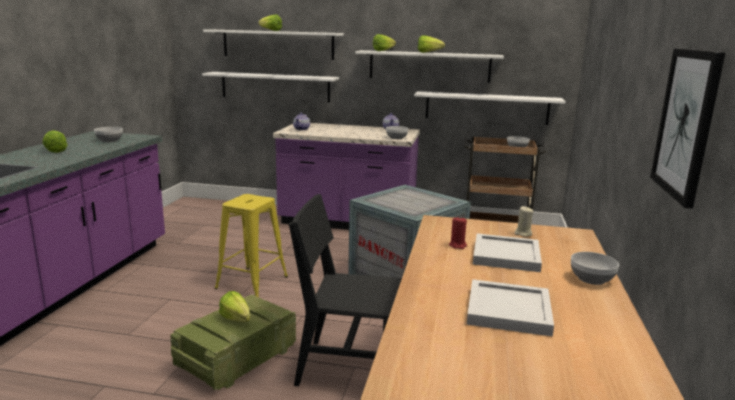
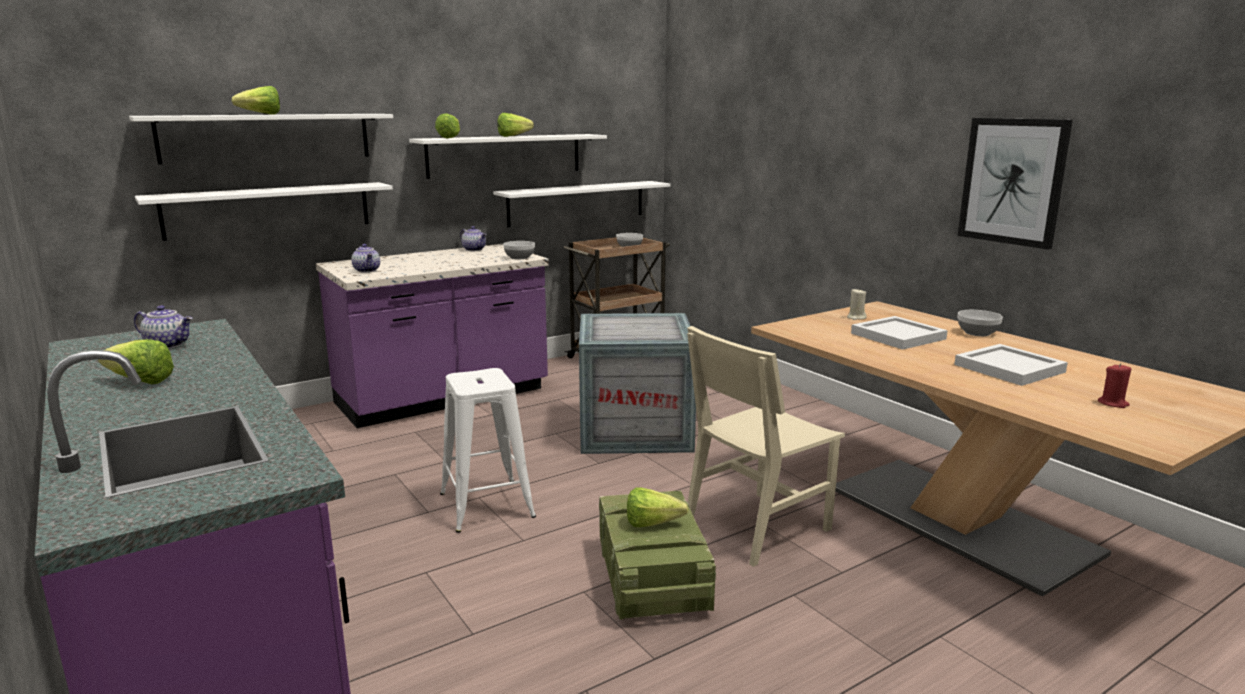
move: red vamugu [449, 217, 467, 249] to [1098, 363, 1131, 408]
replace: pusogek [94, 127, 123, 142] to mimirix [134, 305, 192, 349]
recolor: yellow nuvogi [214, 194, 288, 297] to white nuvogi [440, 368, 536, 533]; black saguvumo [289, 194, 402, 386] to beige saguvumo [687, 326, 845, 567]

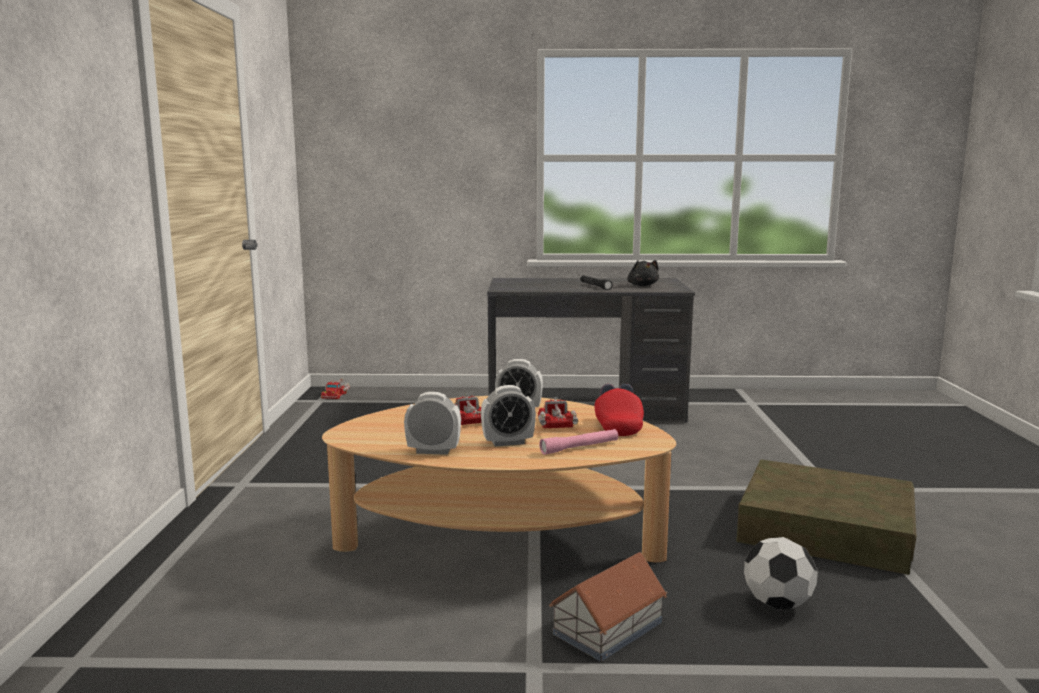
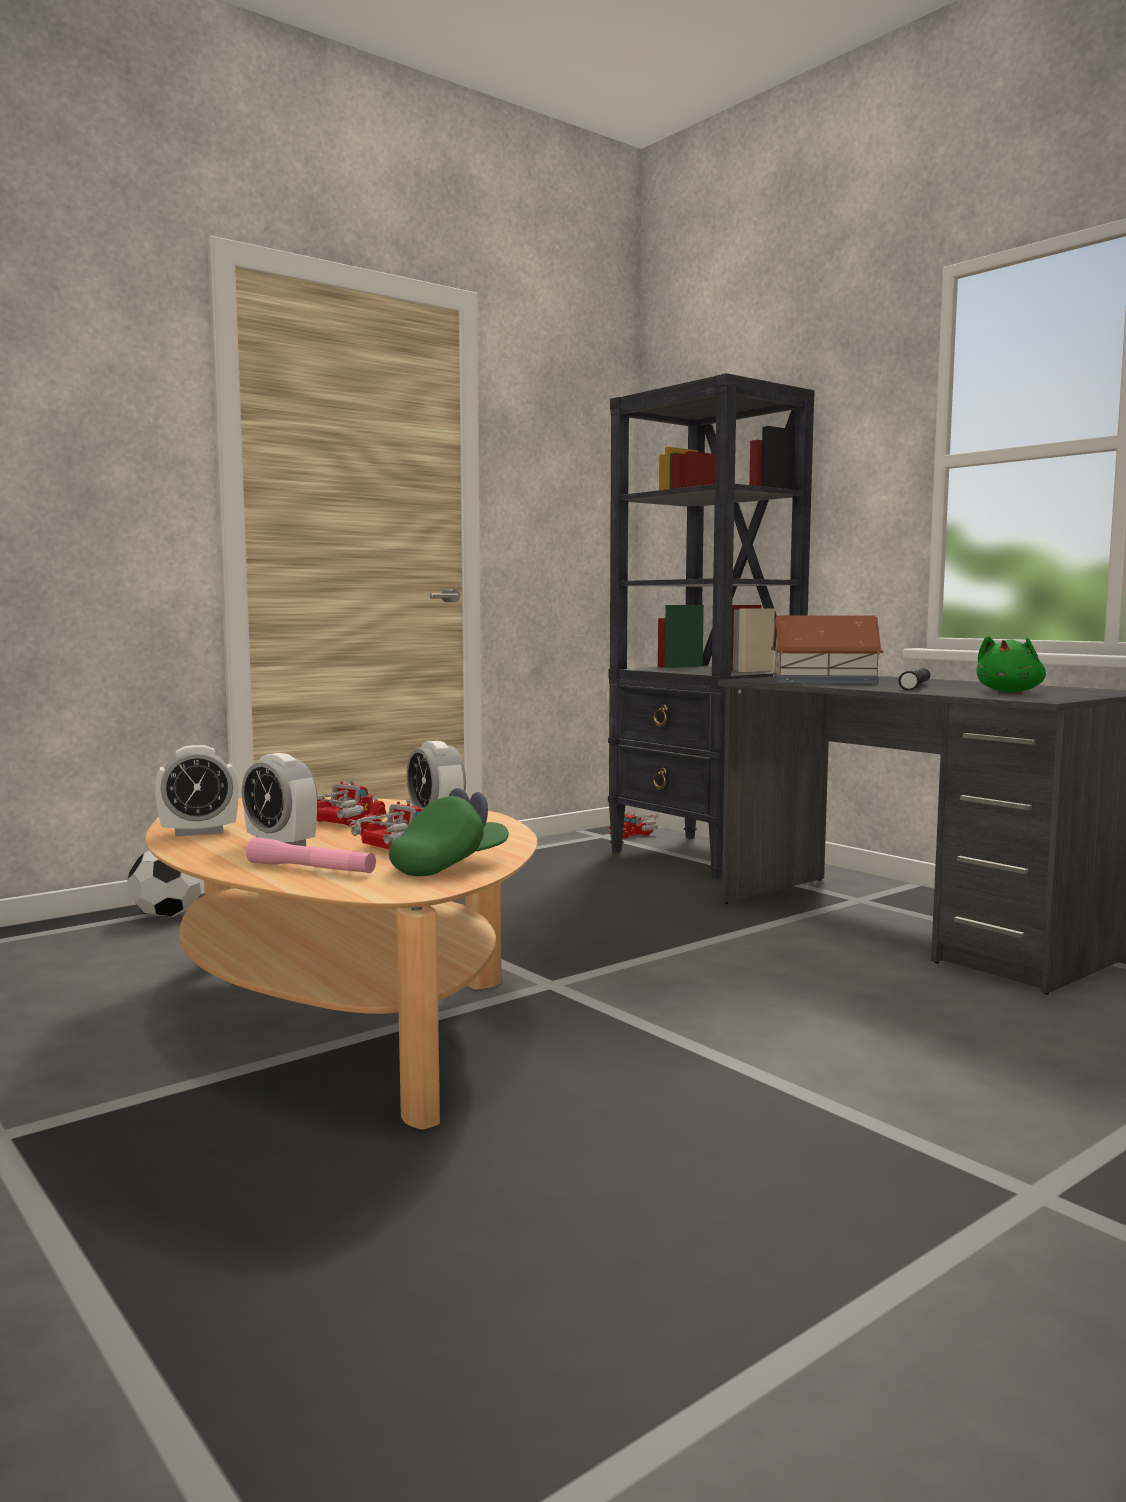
delete: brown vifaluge [736, 459, 917, 575]
insert: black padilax [608, 373, 815, 879]
move: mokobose [744, 537, 818, 609] to [127, 850, 203, 917]; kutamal [549, 552, 667, 662] to [771, 615, 883, 684]
recolor: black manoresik [627, 260, 659, 286] to green manoresik [976, 636, 1046, 692]; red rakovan [595, 384, 644, 436] to green rakovan [389, 788, 509, 876]
rotate: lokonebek [404, 392, 461, 455] = [155, 745, 239, 837] 105 degrees clockwise

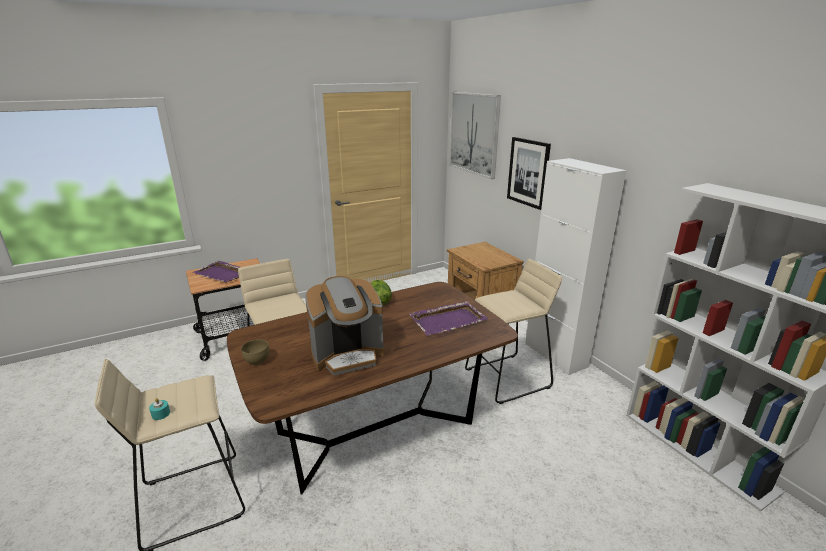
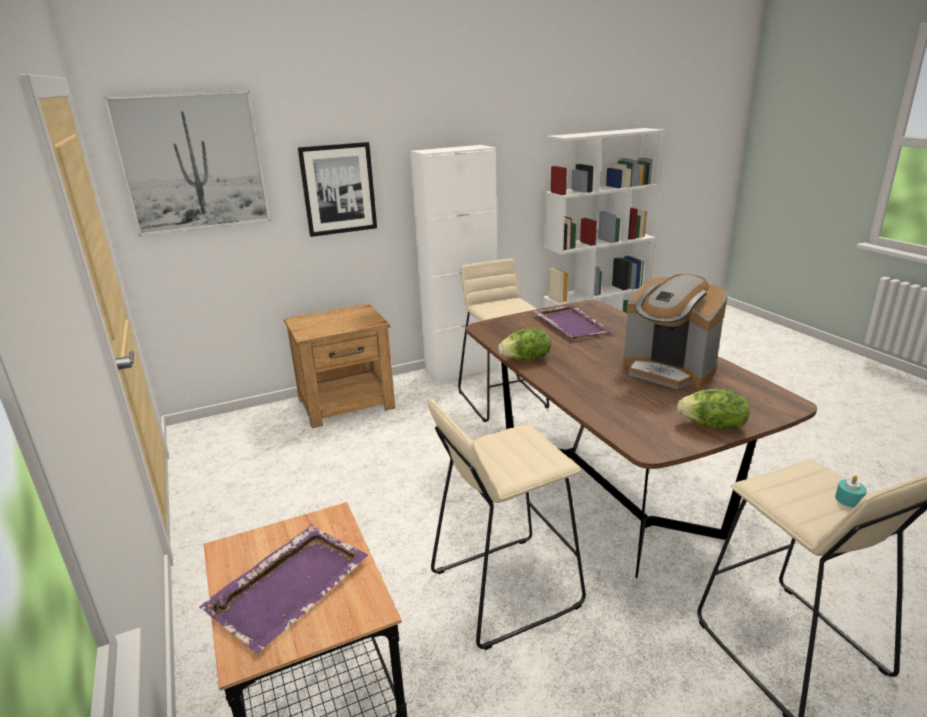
replace: brown pusogek [241, 339, 269, 365] to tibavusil [677, 389, 750, 429]
rotate: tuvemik [305, 276, 384, 375] = [622, 274, 727, 389] 150 degrees clockwise

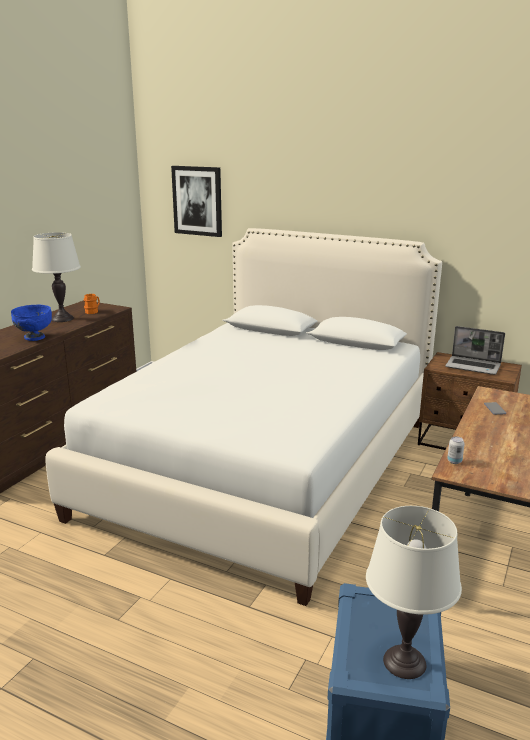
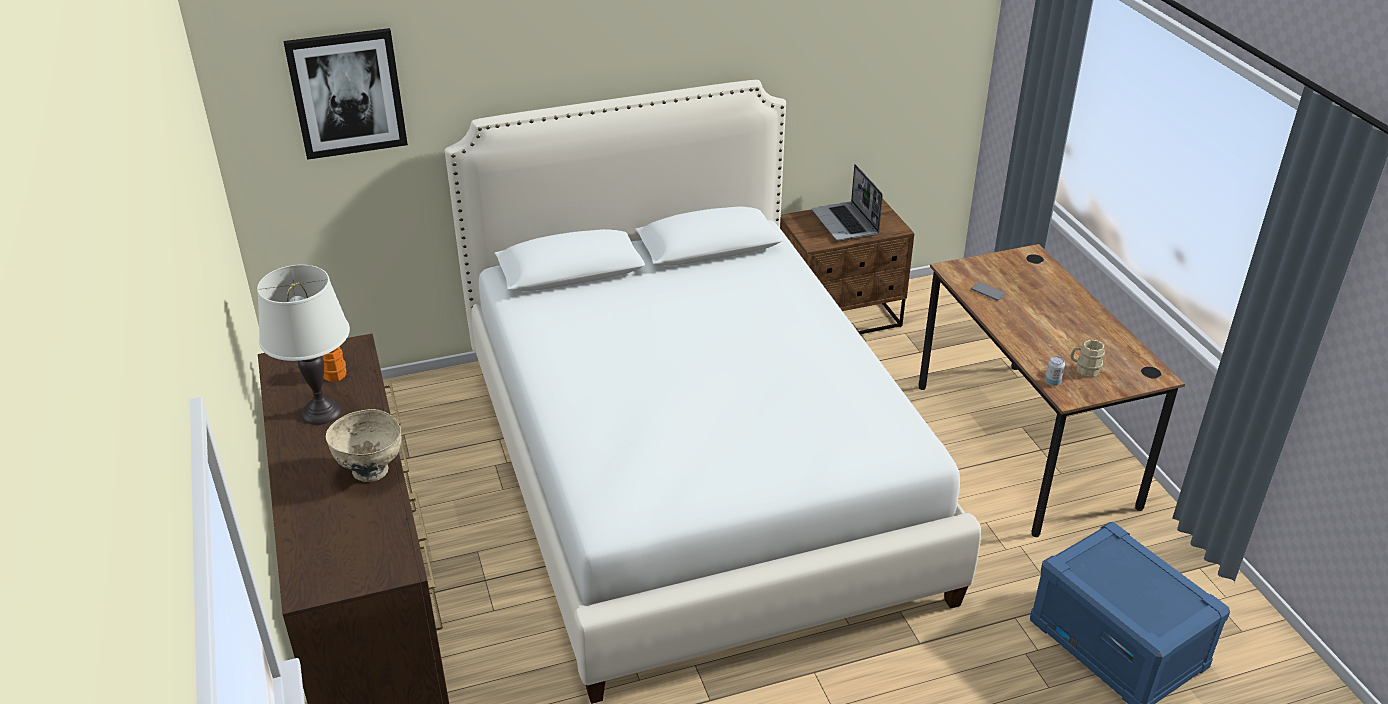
delete: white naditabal [366, 506, 462, 679]
insert: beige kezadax [1071, 340, 1105, 377]
recolor: blue pusogek [11, 305, 52, 341] to beige pusogek [326, 409, 402, 482]
rotate: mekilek [445, 326, 505, 375] = [812, 164, 883, 241] 90 degrees clockwise

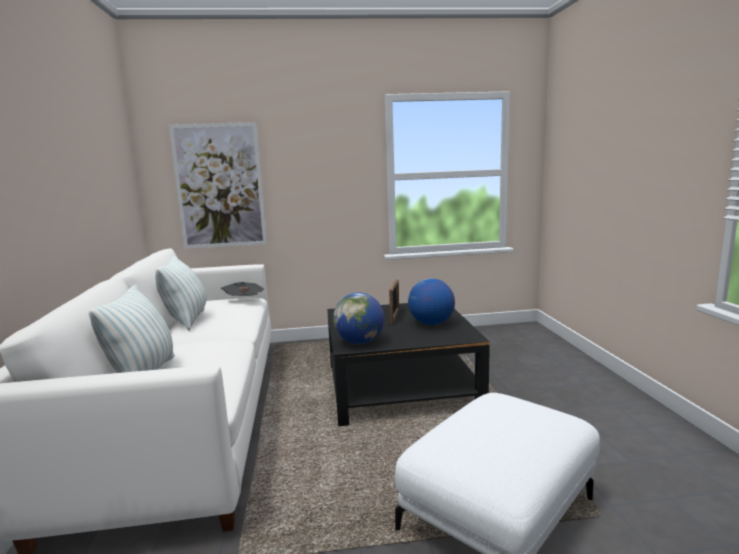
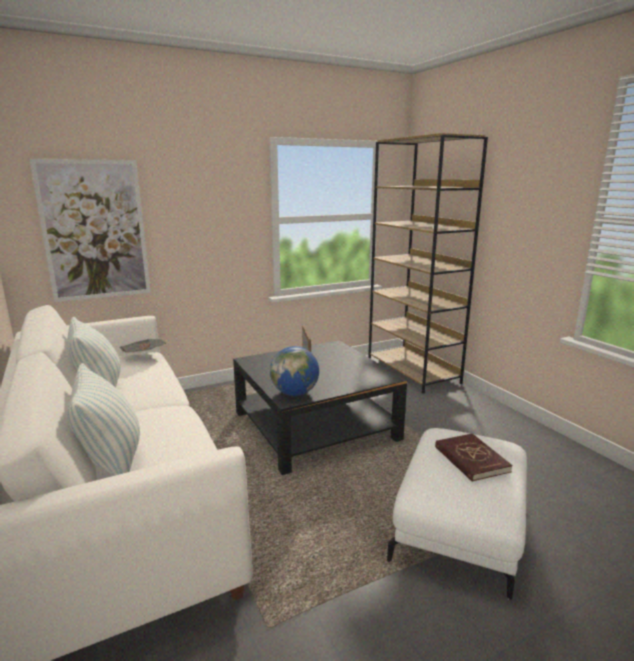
delete: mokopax [408, 278, 455, 325]
insert: brown padilax [368, 133, 488, 394]; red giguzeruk [435, 434, 513, 482]

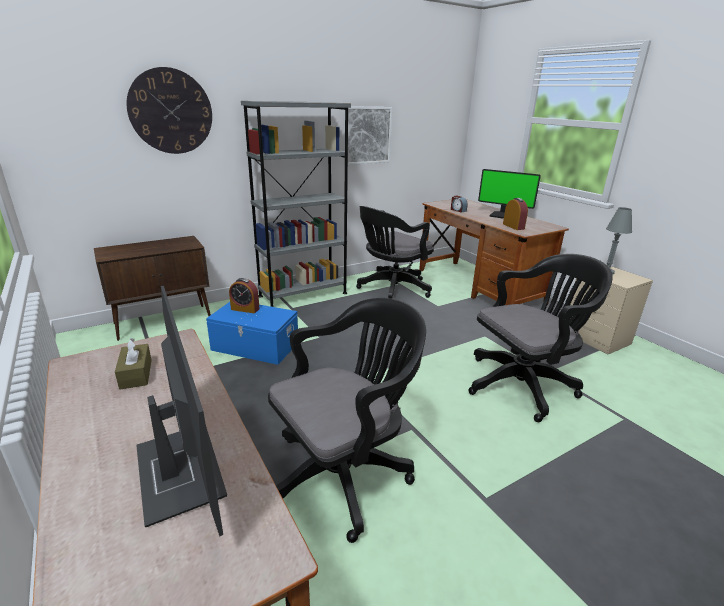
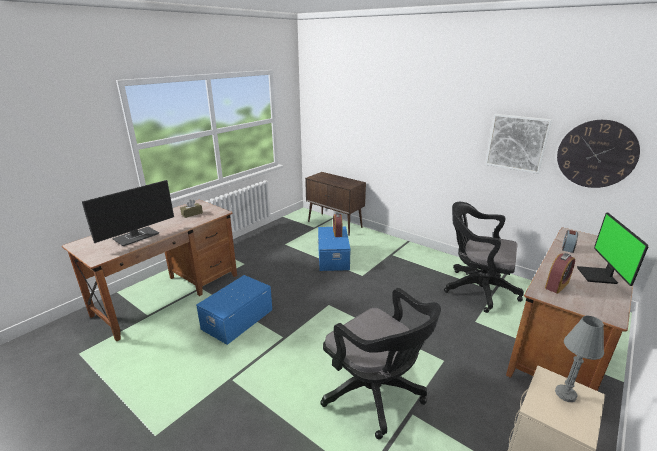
delete: grey padilax [241, 101, 351, 307]
move: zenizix [127, 67, 212, 154] to [557, 120, 640, 188]
replace: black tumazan [268, 298, 426, 543] to blue vifaluge [196, 275, 272, 345]

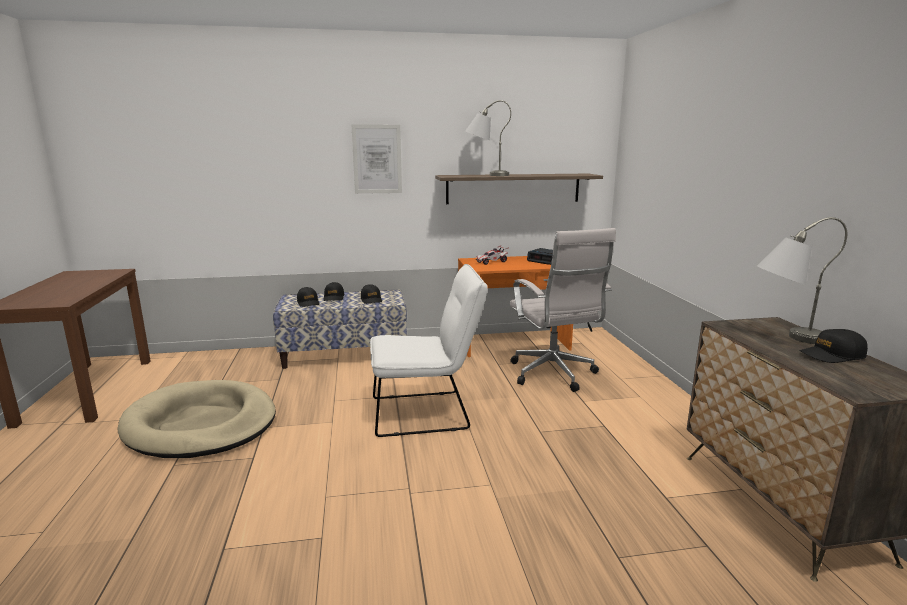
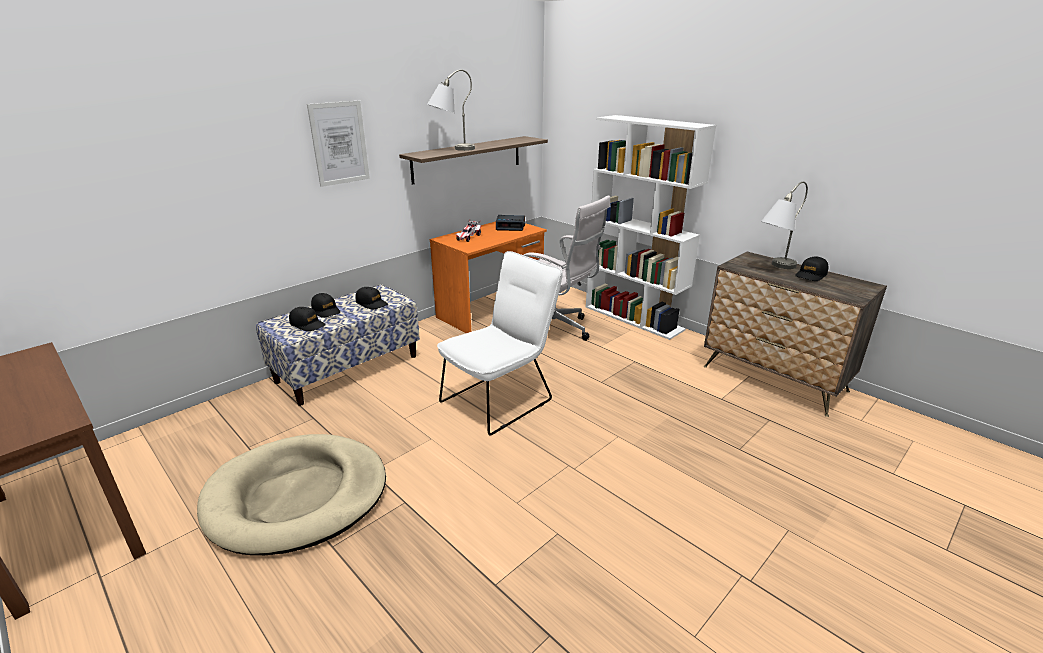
insert: white padilax [586, 115, 716, 340]

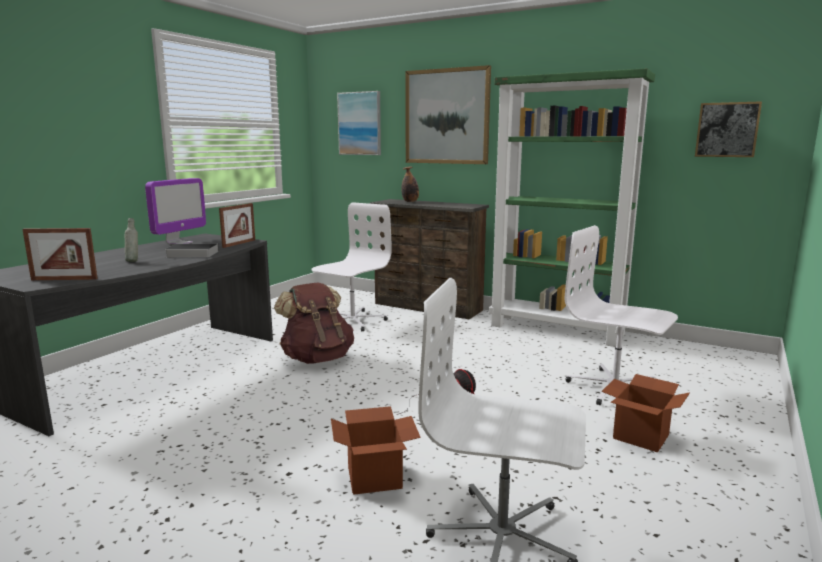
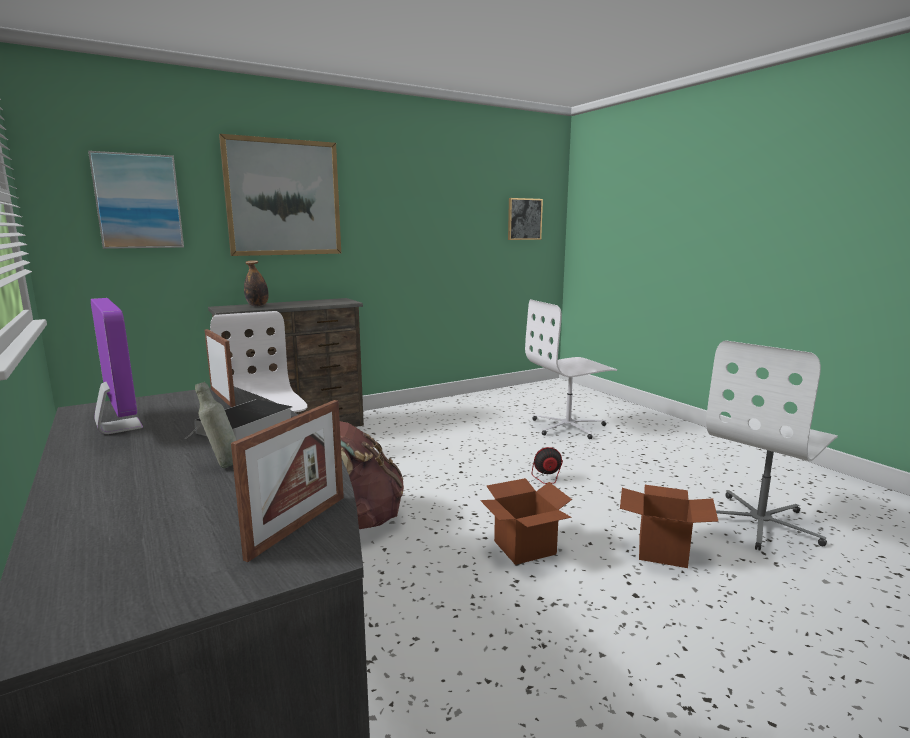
delete: green padilax [489, 68, 655, 347]
move: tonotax [601, 374, 690, 452] to [480, 478, 572, 565]

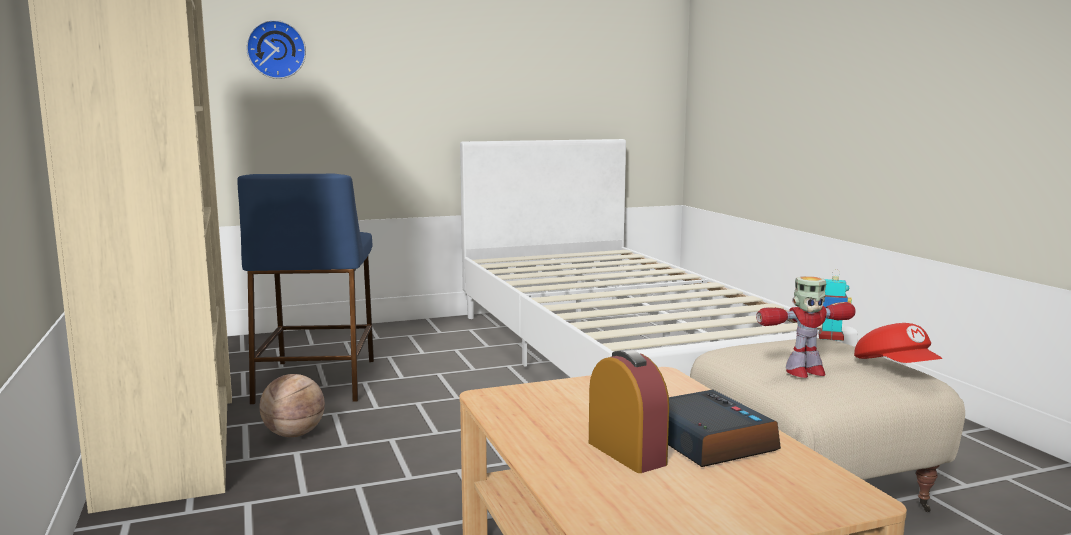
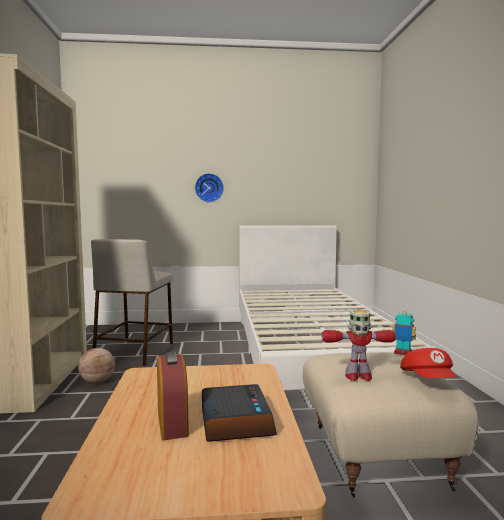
move: zenizix [246, 20, 306, 79] to [195, 173, 224, 202]
recolor: blue nuvogi [237, 173, 374, 404] to beige nuvogi [91, 239, 173, 366]

